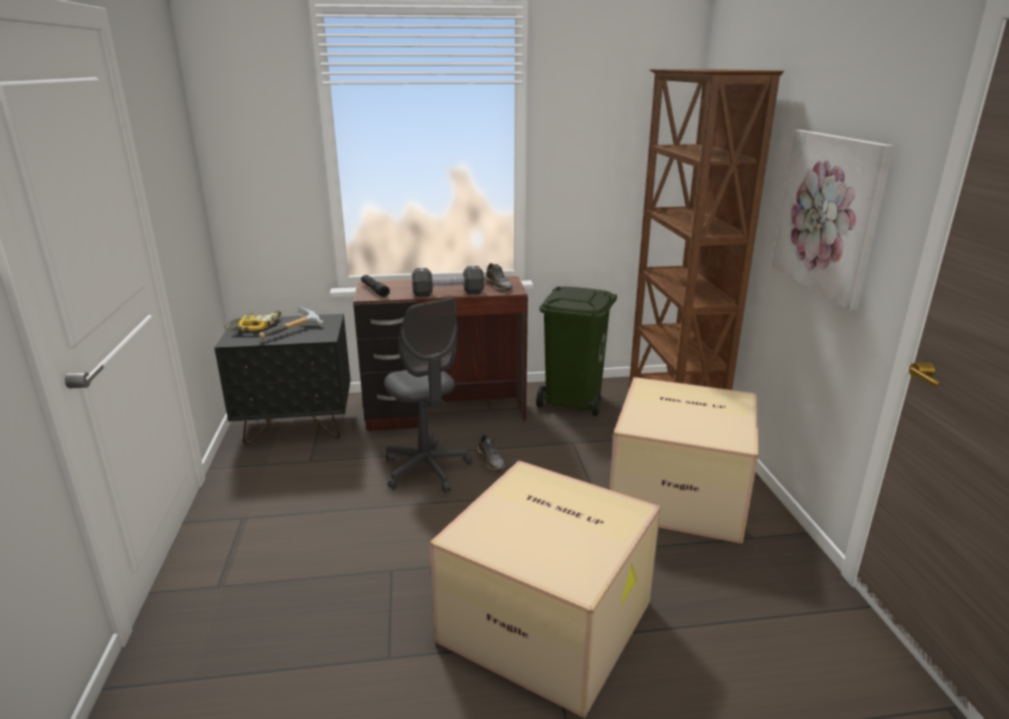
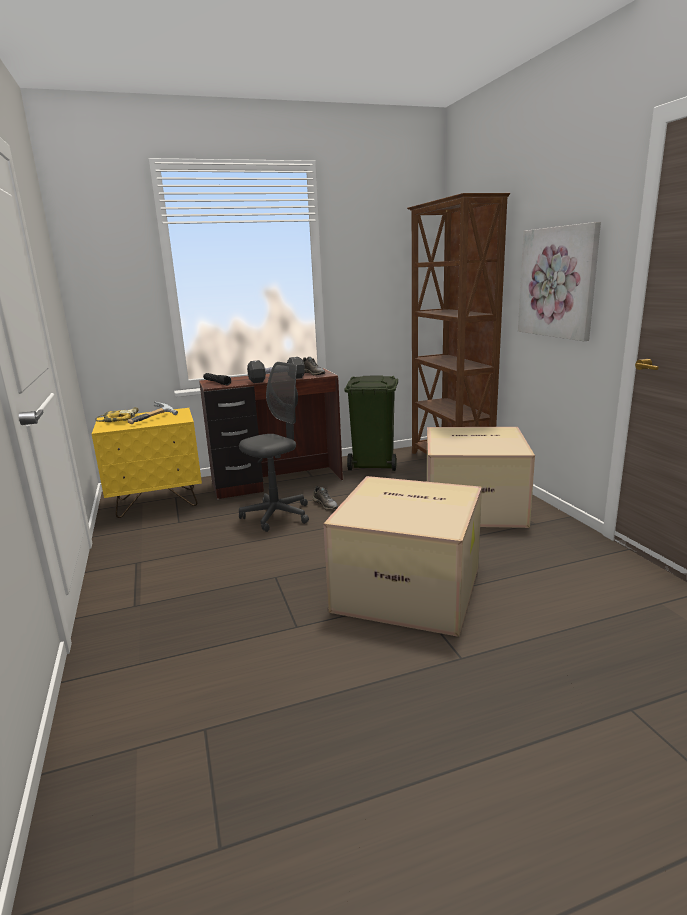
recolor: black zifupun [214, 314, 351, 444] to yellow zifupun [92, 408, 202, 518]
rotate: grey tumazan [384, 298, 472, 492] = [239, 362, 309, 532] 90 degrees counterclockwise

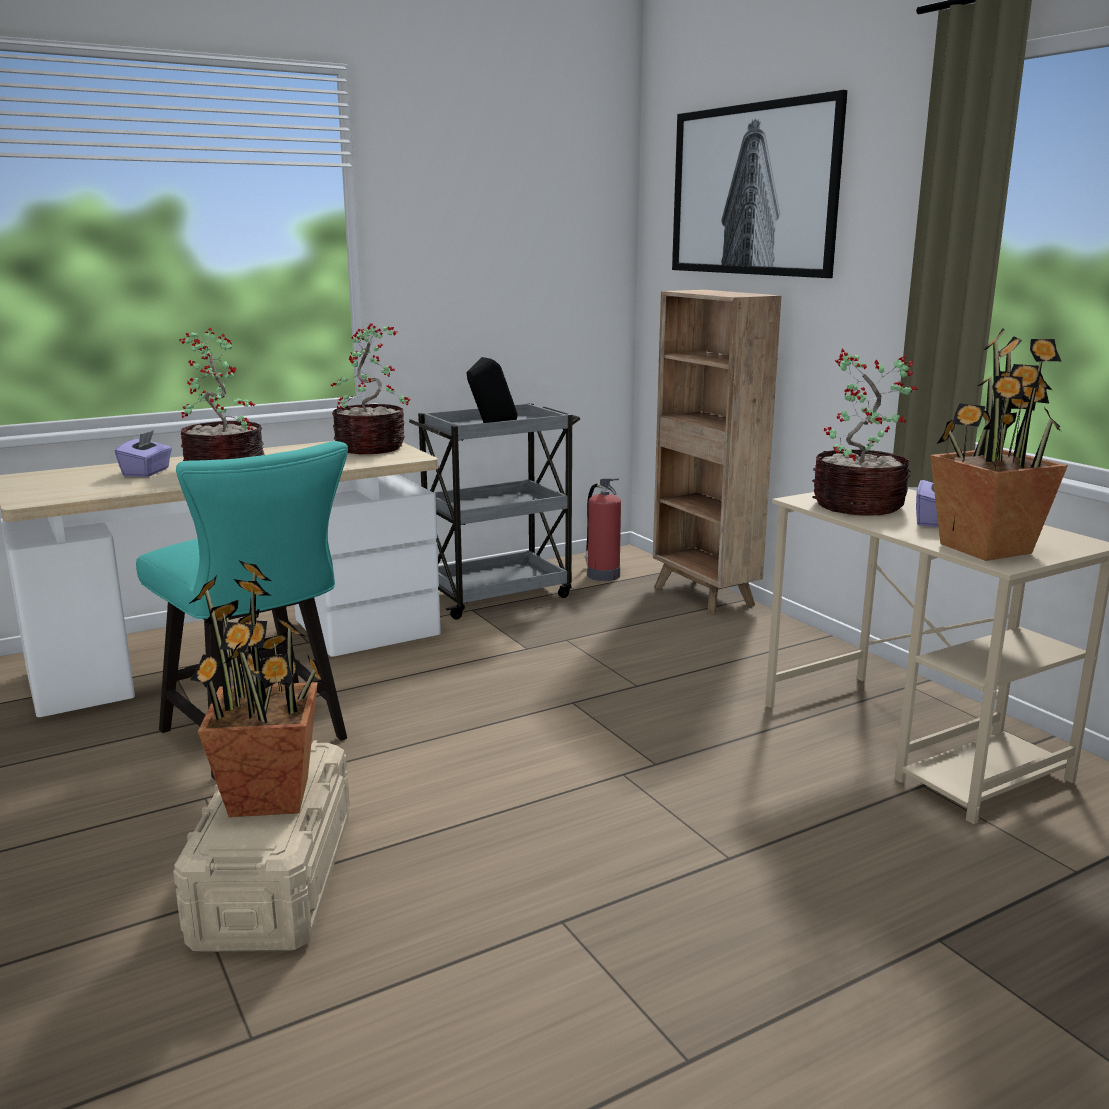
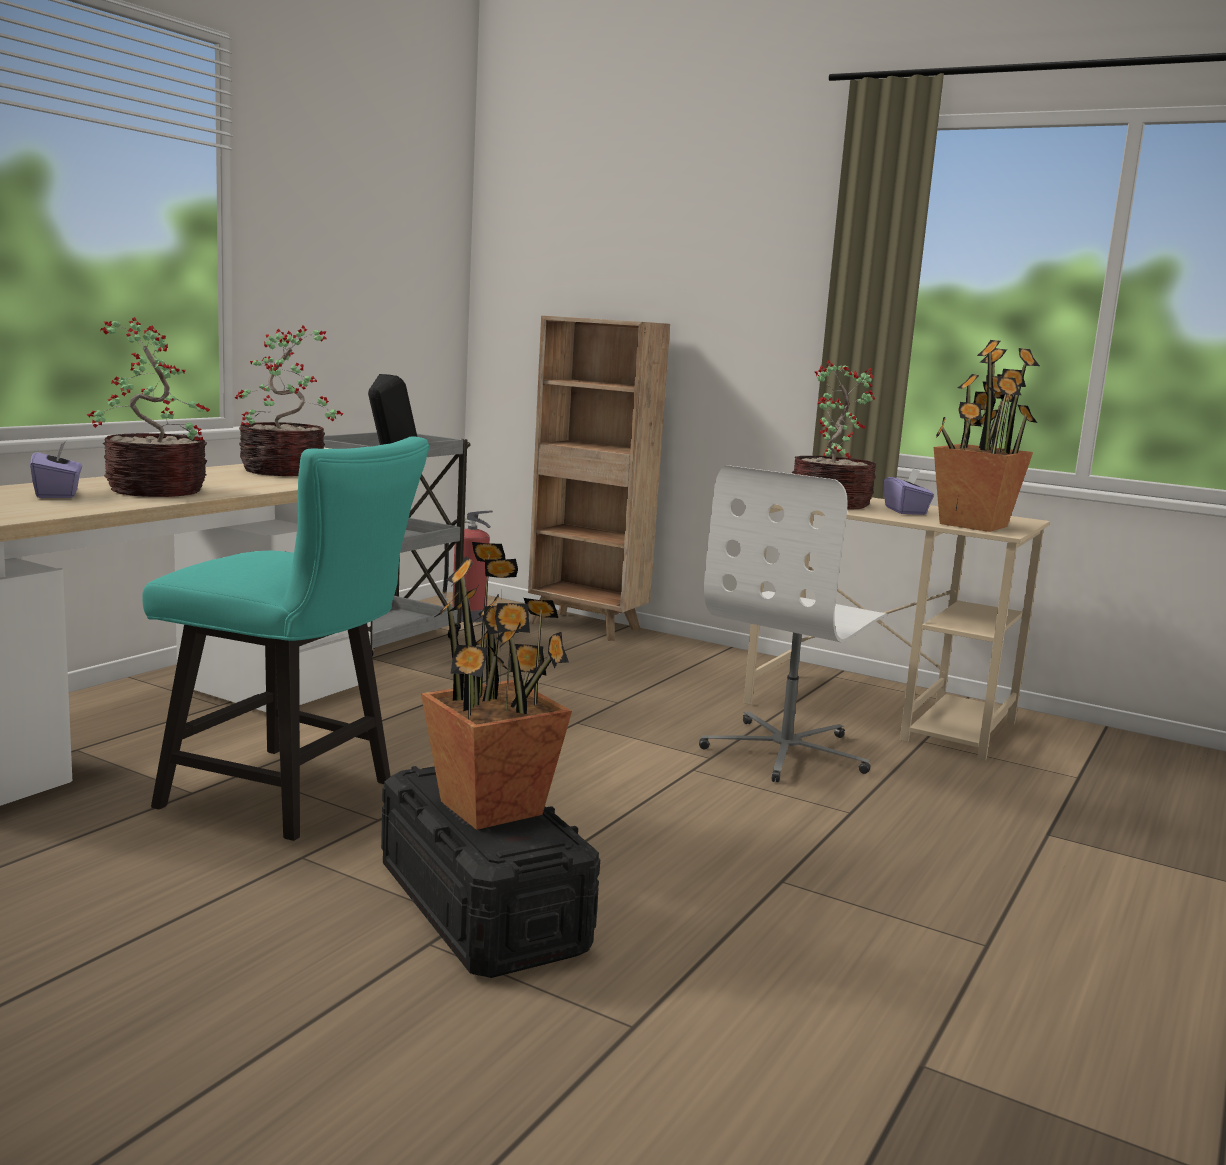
delete: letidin [672, 90, 848, 278]
insert: white tumazan [699, 465, 888, 782]
recolor: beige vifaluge [173, 740, 350, 952] to black vifaluge [381, 766, 600, 978]

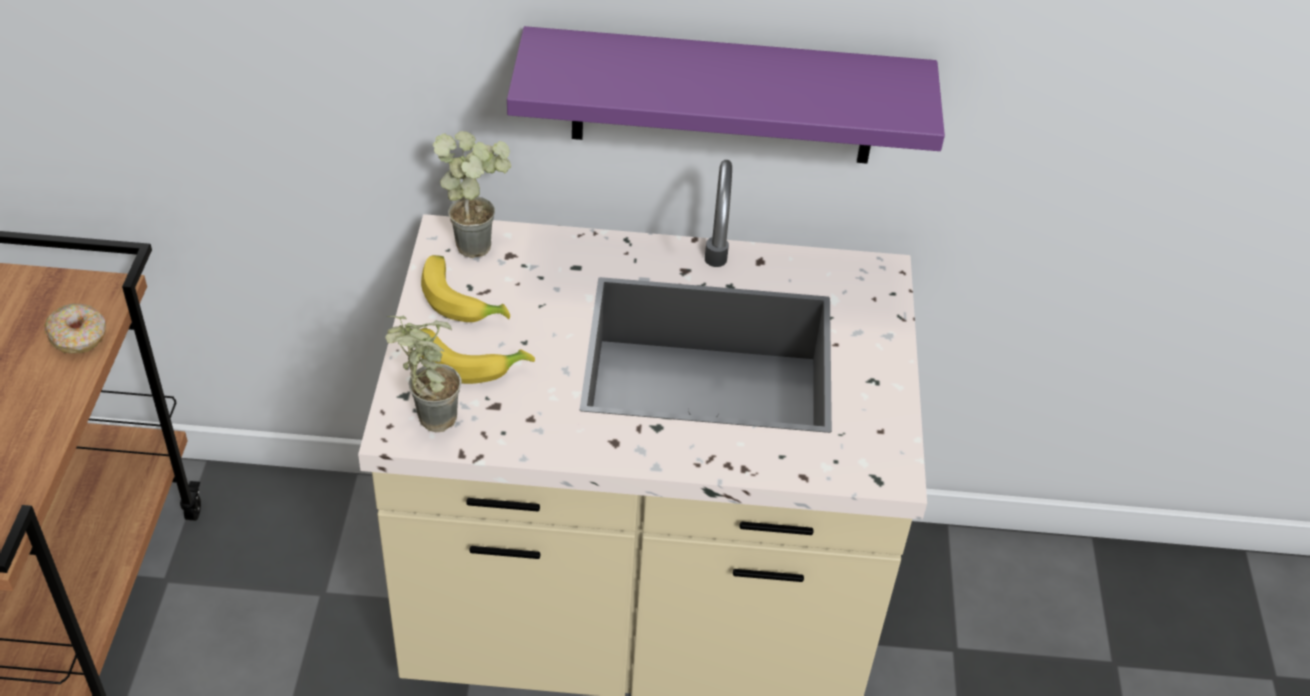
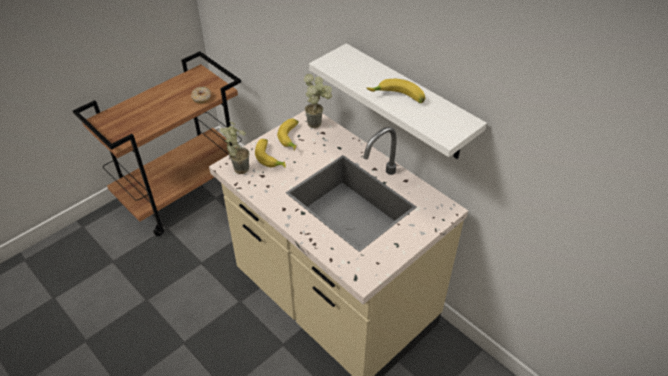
insert: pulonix [367, 79, 425, 103]
recolor: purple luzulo [507, 26, 945, 164] to white luzulo [309, 43, 487, 159]

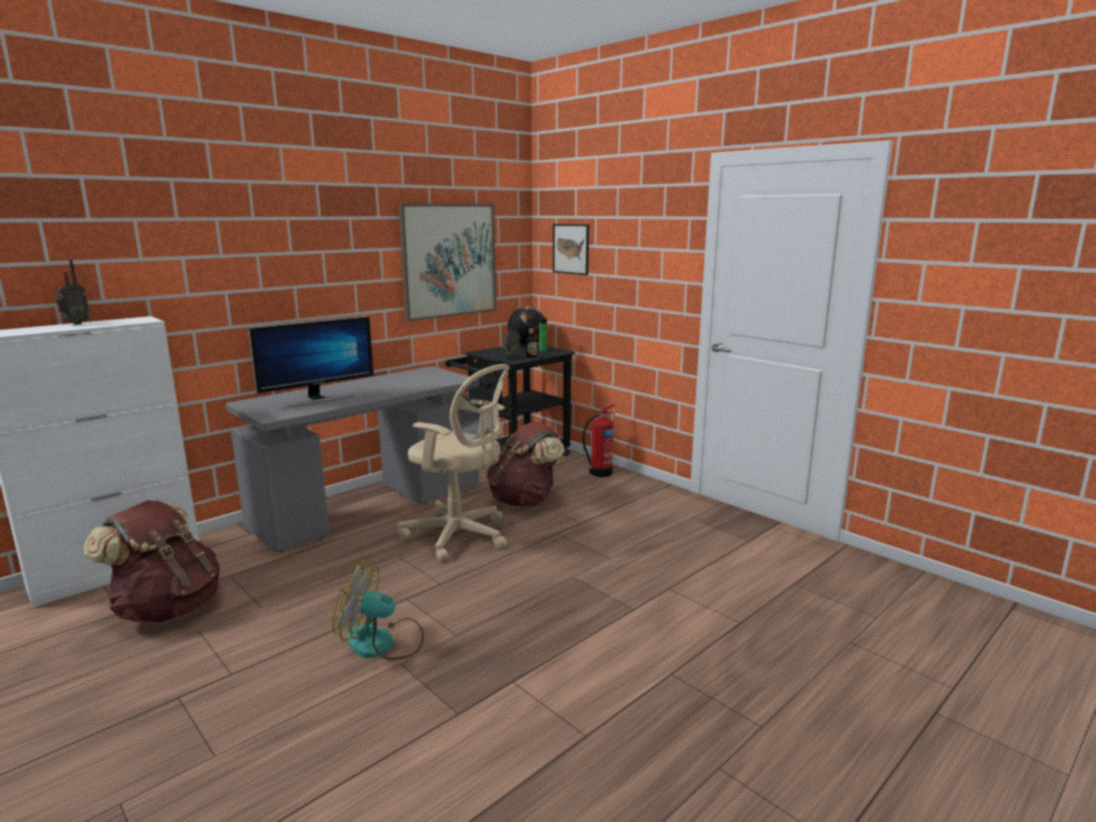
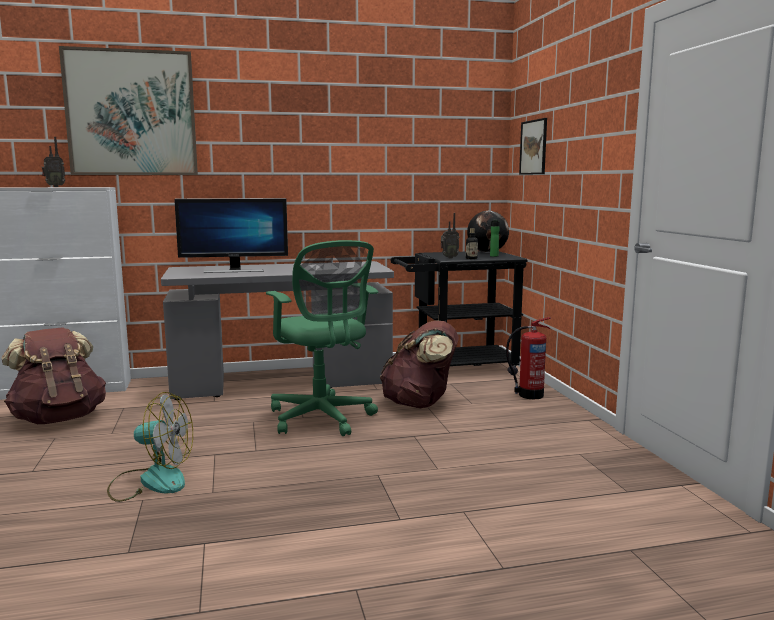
move: letidin [398, 203, 496, 321] to [59, 46, 198, 175]
recolor: beige tumazan [397, 364, 510, 562] to green tumazan [266, 240, 378, 436]
rotate: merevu [333, 559, 424, 660] = [107, 392, 193, 502] 150 degrees clockwise

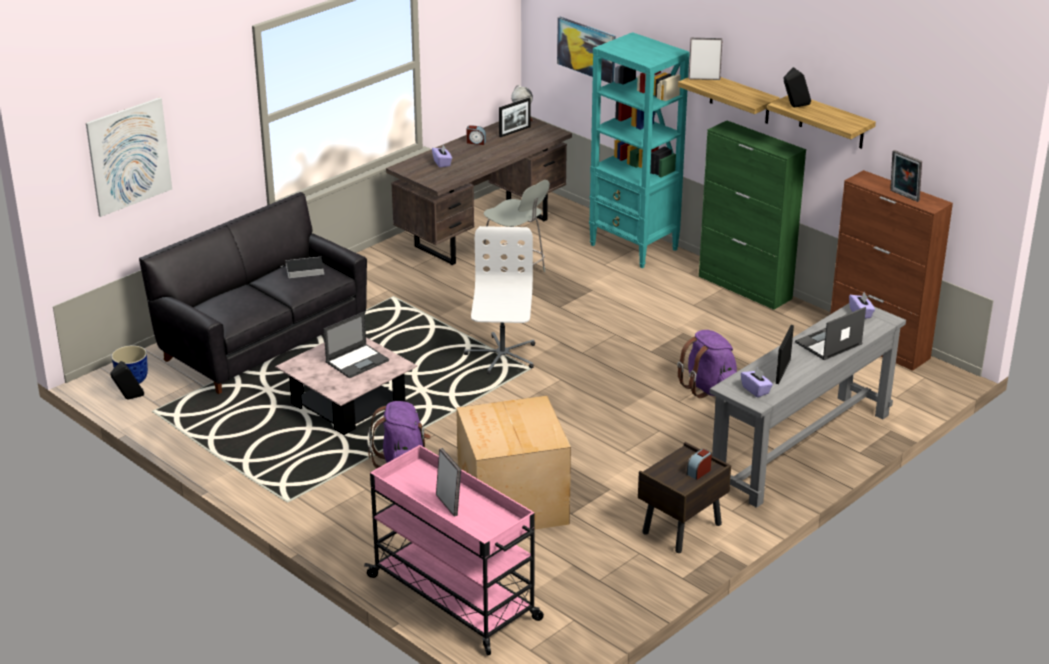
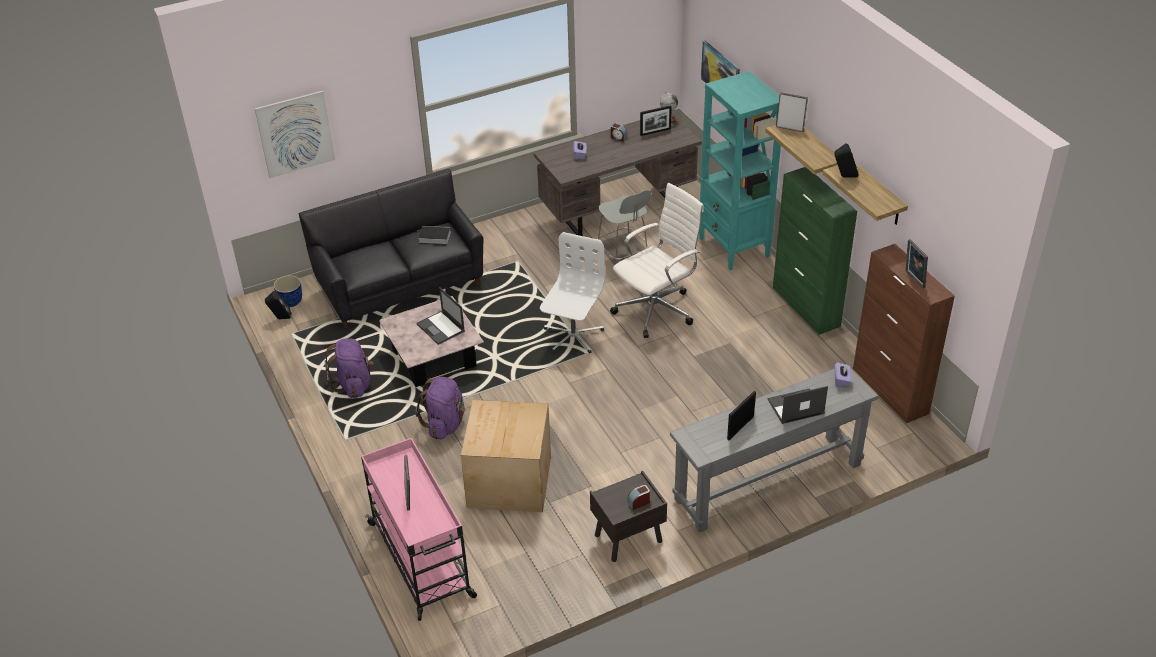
delete: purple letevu [741, 367, 773, 397]
insert: white tumazan [610, 183, 704, 338]
move: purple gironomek [677, 330, 737, 398] to [325, 338, 373, 398]
rotate: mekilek [324, 312, 389, 378] = [416, 287, 465, 345] 75 degrees clockwise

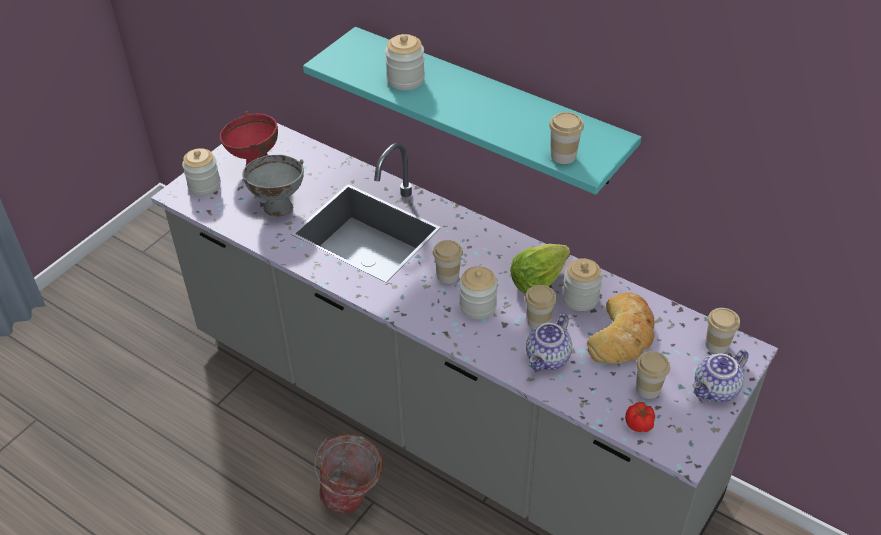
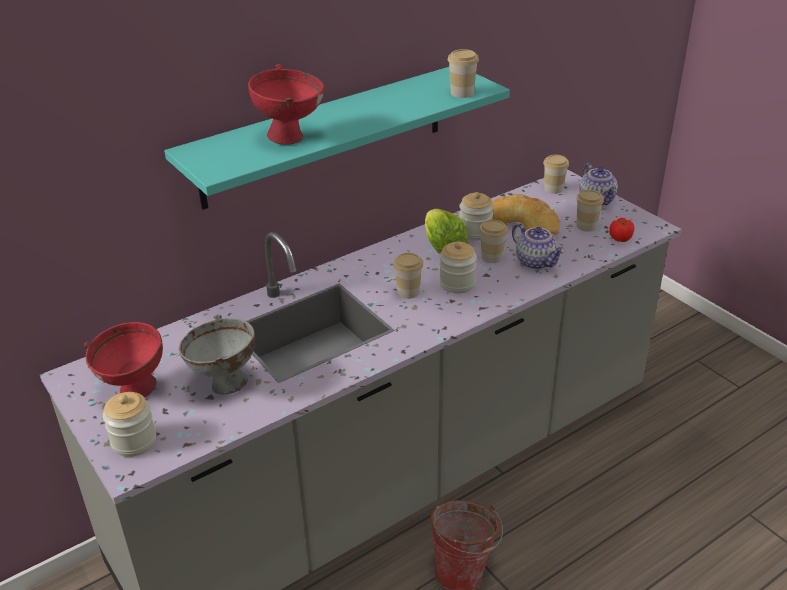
replace: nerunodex [385, 34, 425, 90] to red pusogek [248, 64, 324, 145]

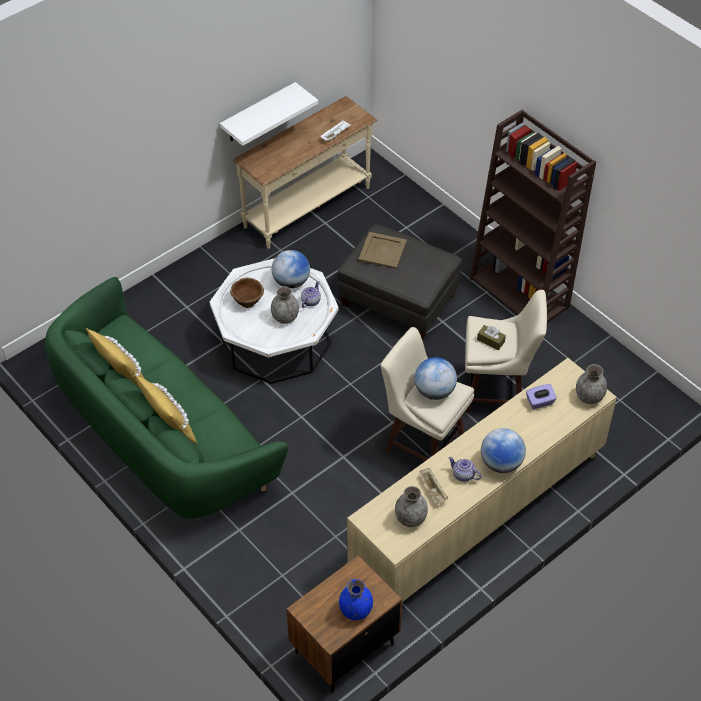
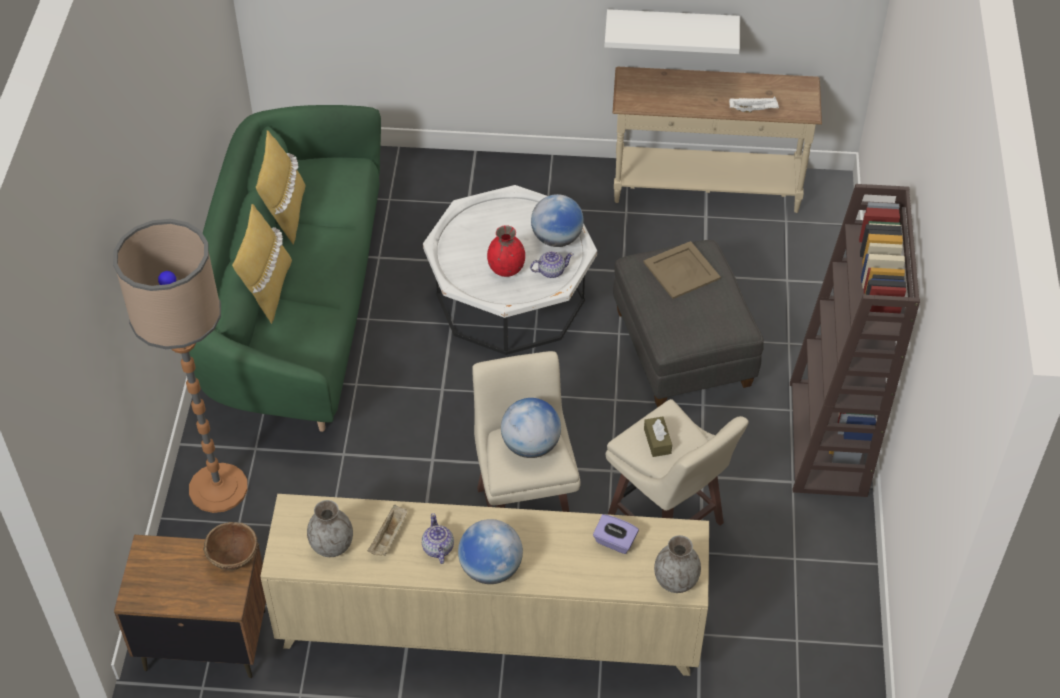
delete: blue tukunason [339, 579, 373, 620]
insert: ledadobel [113, 219, 248, 513]
move: brown pusogek [230, 278, 264, 308] to [203, 522, 259, 571]
recolor: grey tukunason [271, 286, 299, 324] to red tukunason [487, 225, 525, 277]

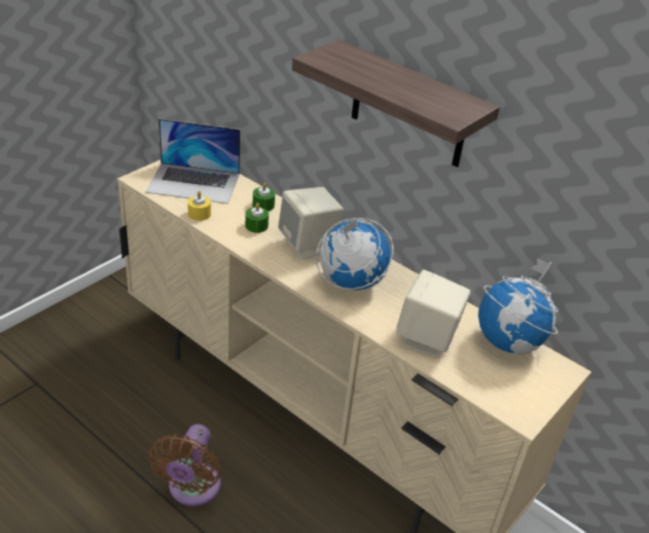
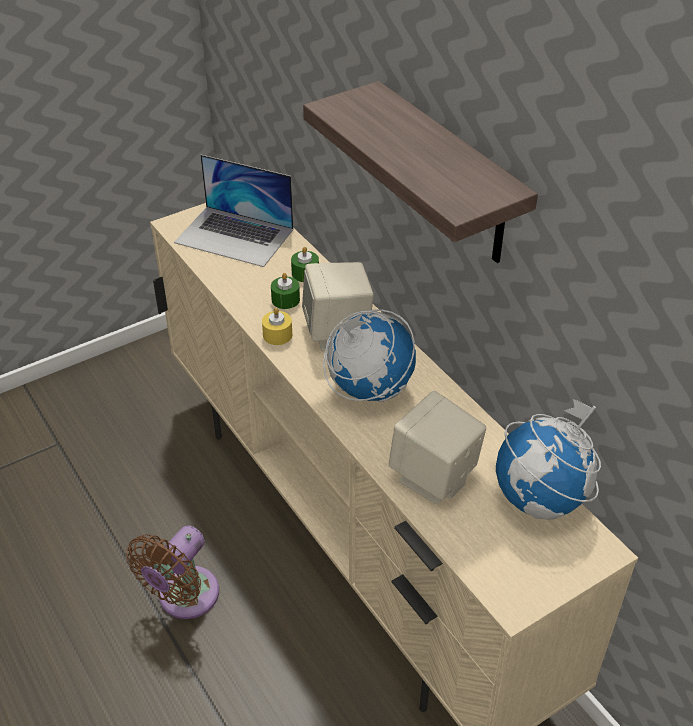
move: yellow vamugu [188, 191, 211, 221] to [262, 308, 292, 345]

